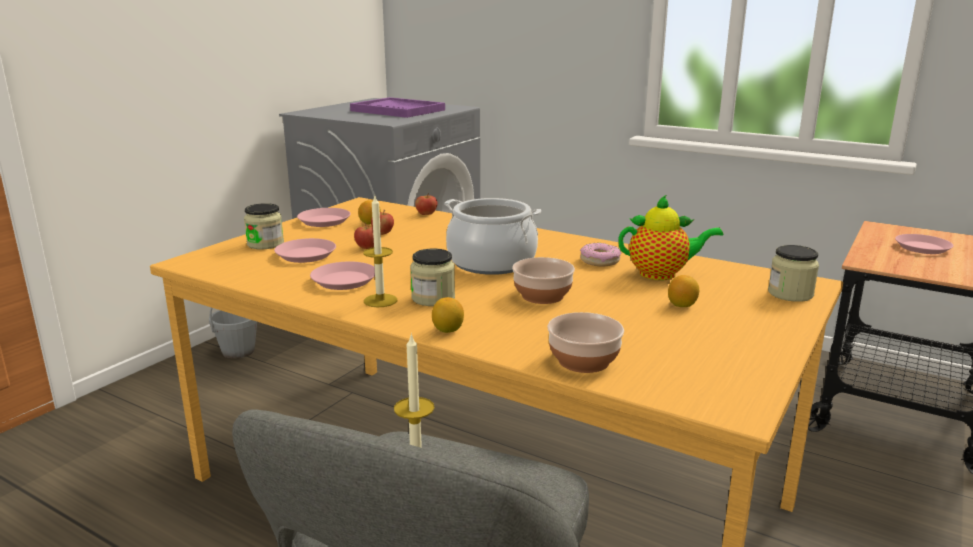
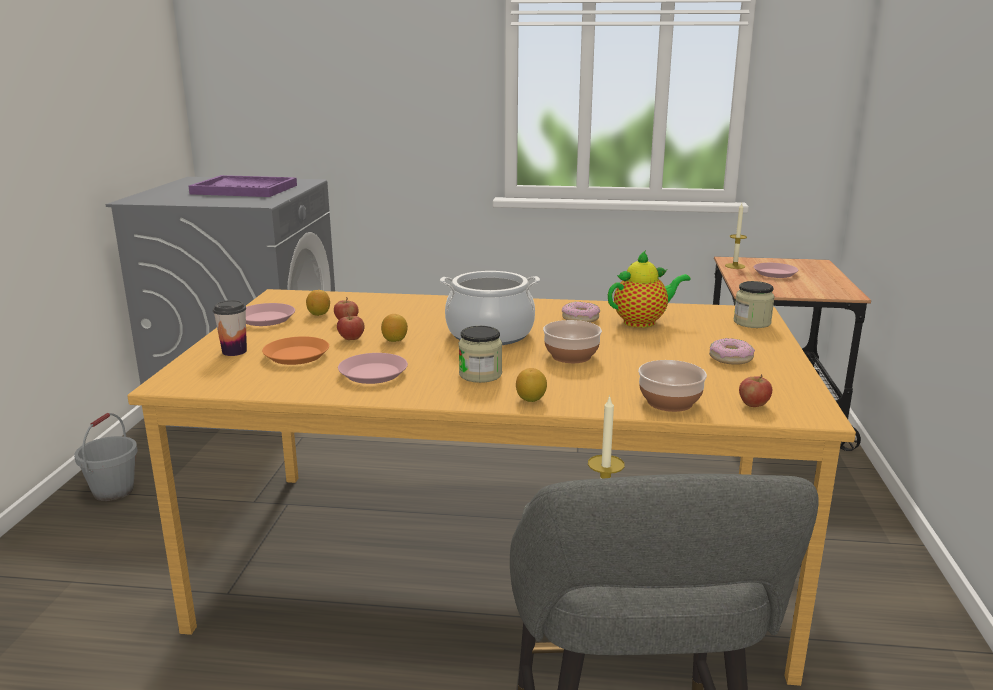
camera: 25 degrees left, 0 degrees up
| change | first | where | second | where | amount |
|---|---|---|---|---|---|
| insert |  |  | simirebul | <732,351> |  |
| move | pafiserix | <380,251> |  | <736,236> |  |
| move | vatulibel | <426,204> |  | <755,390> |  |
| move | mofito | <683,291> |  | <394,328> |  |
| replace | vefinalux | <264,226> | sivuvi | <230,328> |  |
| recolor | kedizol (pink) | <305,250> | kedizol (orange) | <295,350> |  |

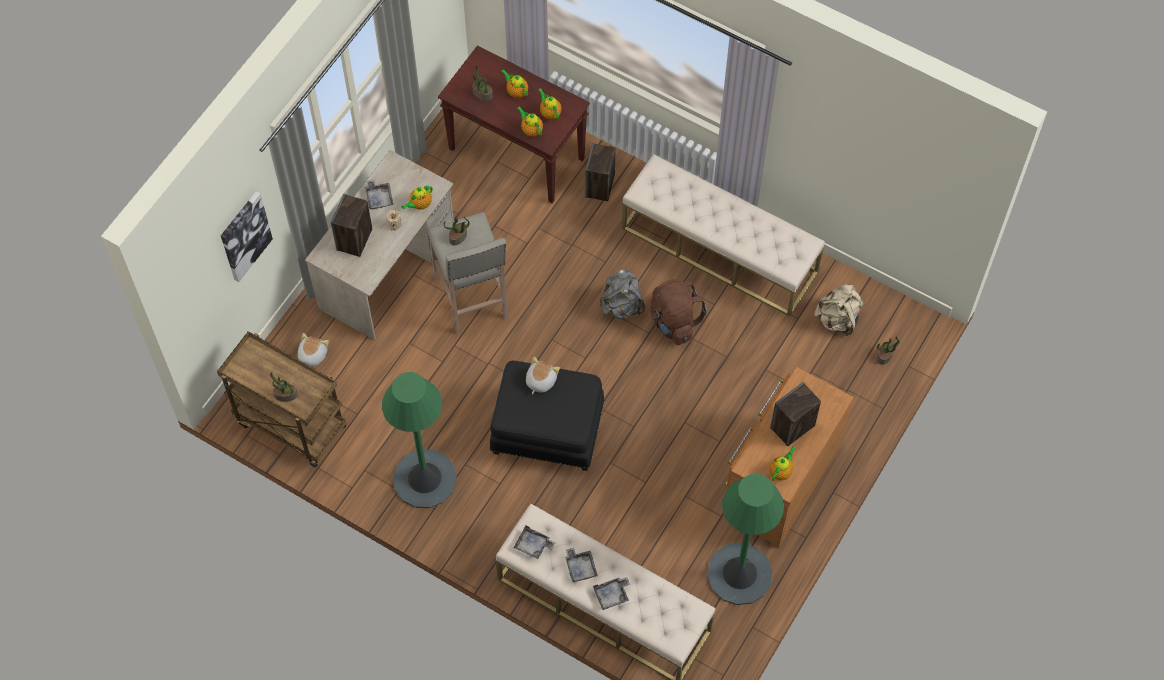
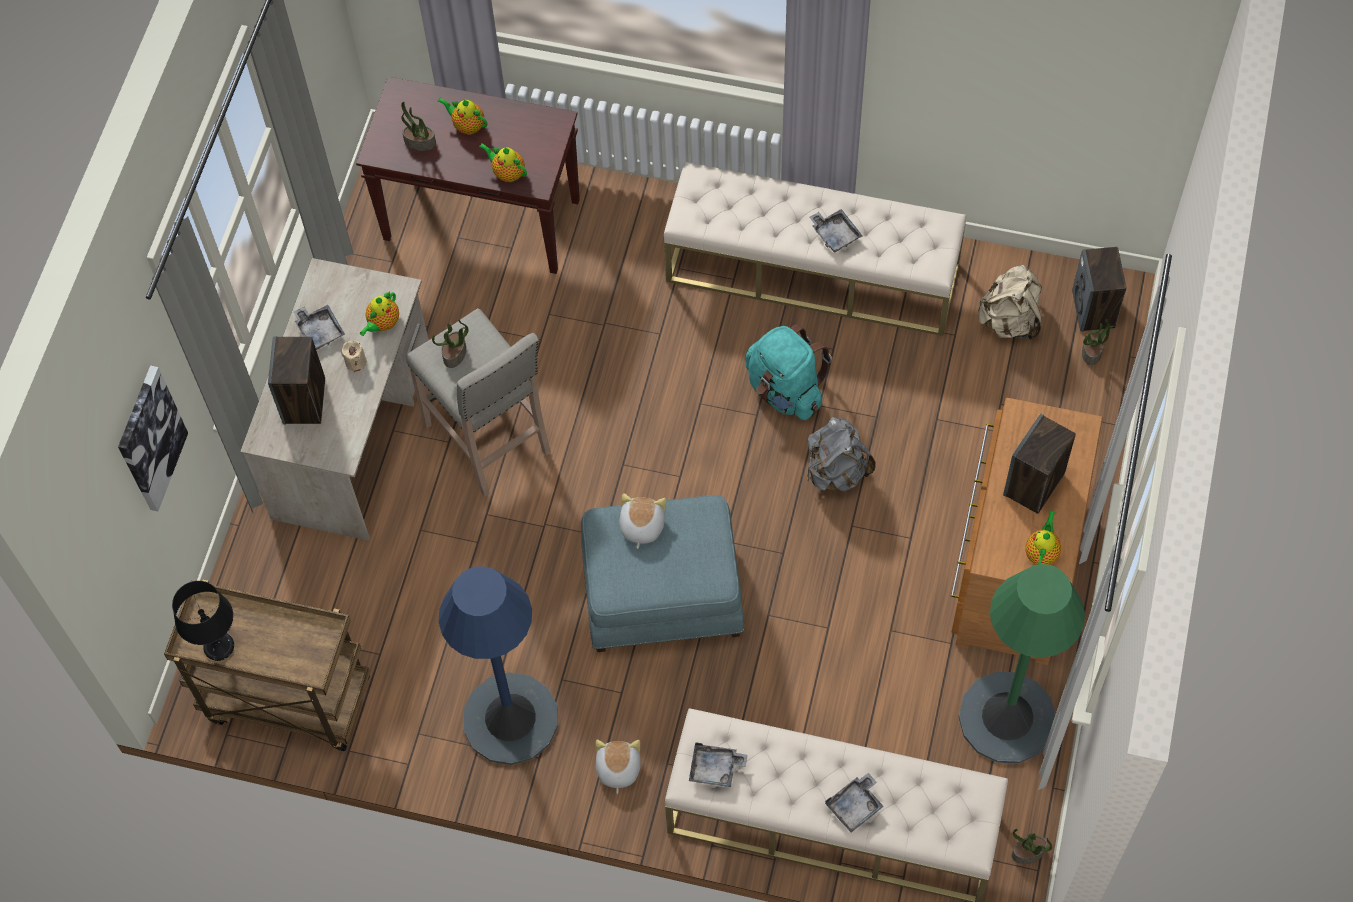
camera: 15 degrees left, 0 degrees up
| change | first | where | second | where | amount |
|---|---|---|---|---|---|
| delete | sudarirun | <550,104> |  |  |  |
| insert |  |  | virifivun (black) | <203,621> |  |
| move | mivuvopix | <284,387> |  | <1032,846> |  |
| move | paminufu | <313,349> |  | <618,767> |  |
| move | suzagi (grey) | <581,565> |  | <835,230> |  |
| move | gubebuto | <600,172> |  | <1099,289> |  |
| move | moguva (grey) | <622,294> |  | <841,454> |  |
| recolor | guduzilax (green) | <419,440> | guduzilax (blue) | <498,665> |  |
| recolor | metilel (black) | <547,416> | metilel (blue) | <663,573> |  |
| recolor | moguva (brown) | <678,312> | moguva (turquoise) | <788,372> |  |

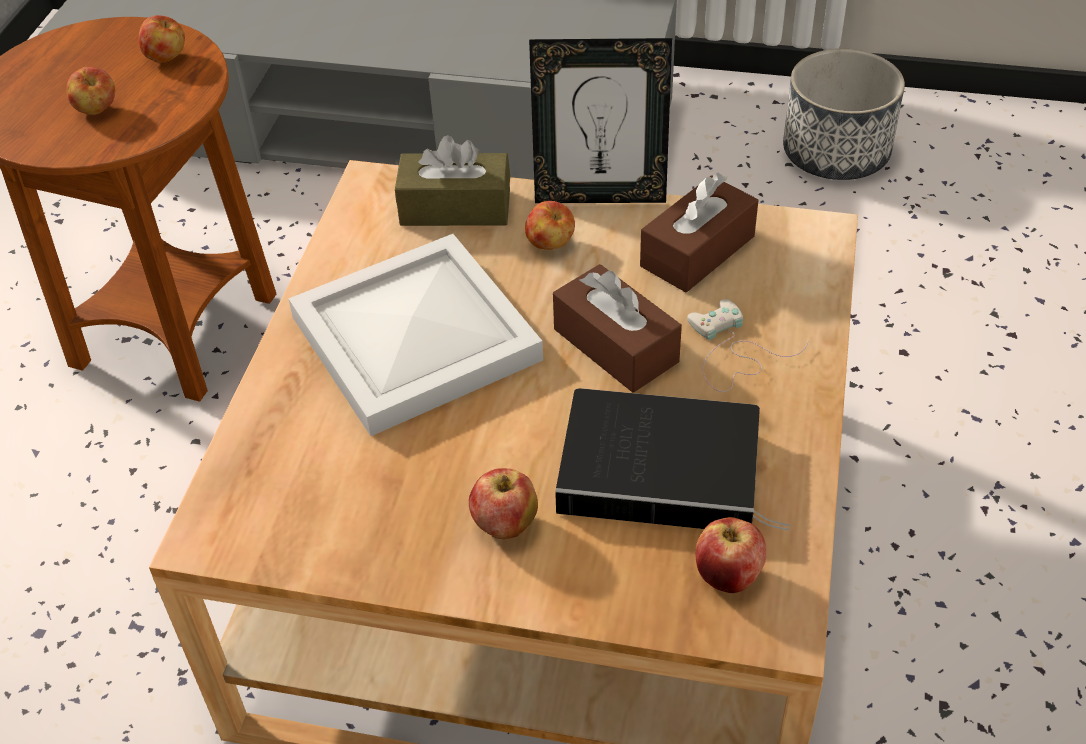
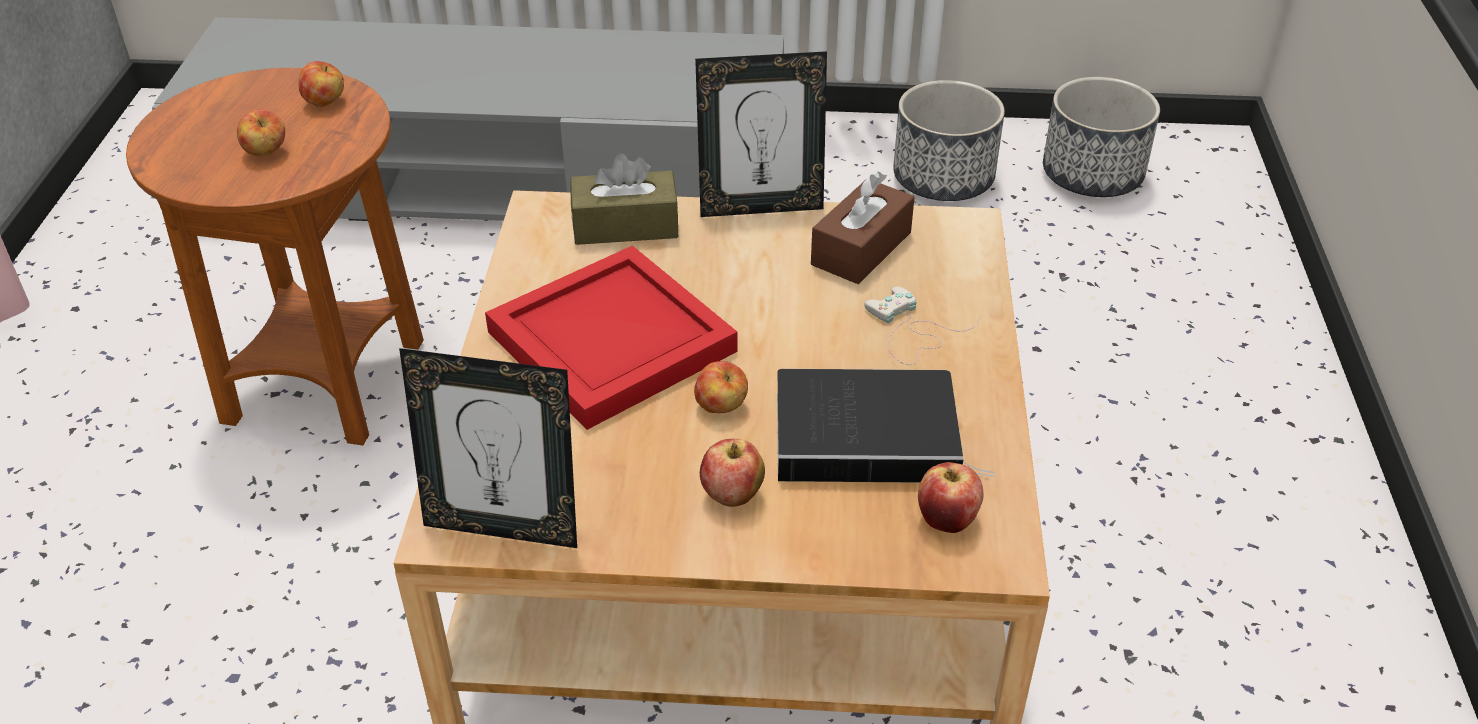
camera: 10 degrees left, 5 degrees down
| change | first | where | second | where | amount |
|---|---|---|---|---|---|
| delete | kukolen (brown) | <617,328> |  |  |  |
| insert |  |  | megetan | <488,448> |  |
| insert |  |  | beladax | <1101,137> |  |
| move | vatulibel | <550,225> |  | <721,387> |  |
| recolor | suzagi (white) | <415,335> | suzagi (red) | <611,338> |  |

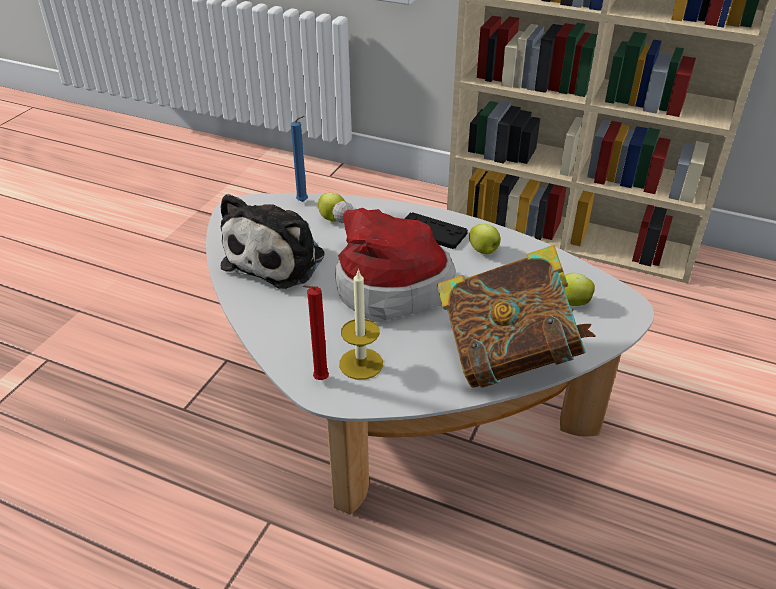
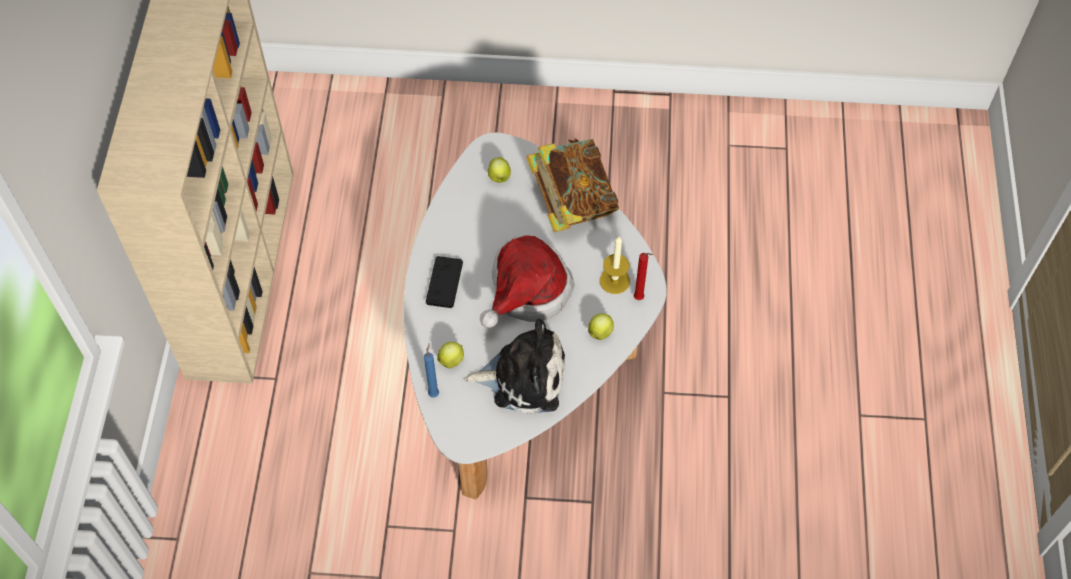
camera: 110 degrees left, 20 degrees up
| change | first | where | second | where | amount |
|---|---|---|---|---|---|
| move | vatulibel | <485,239> |  | <601,327> |  |

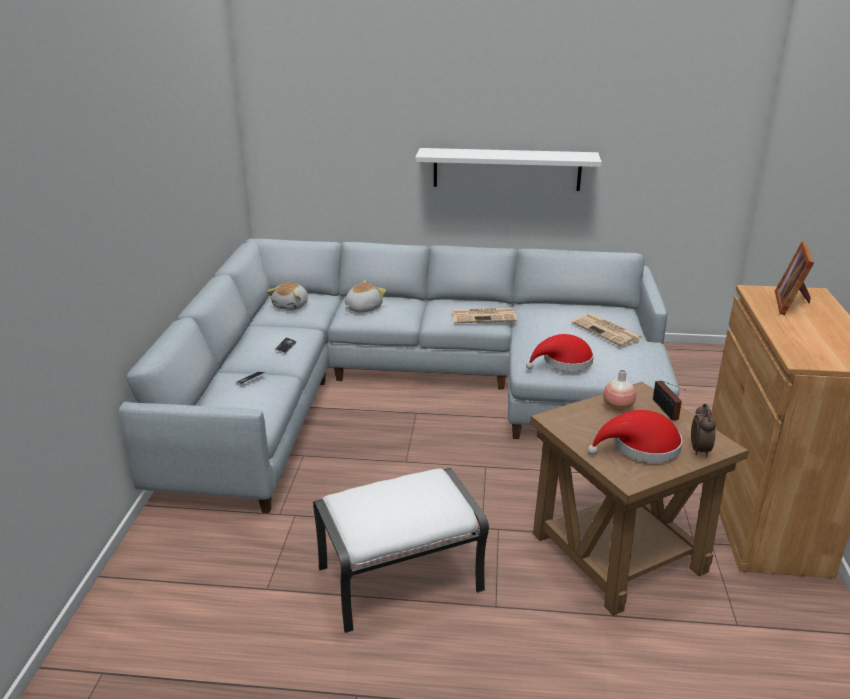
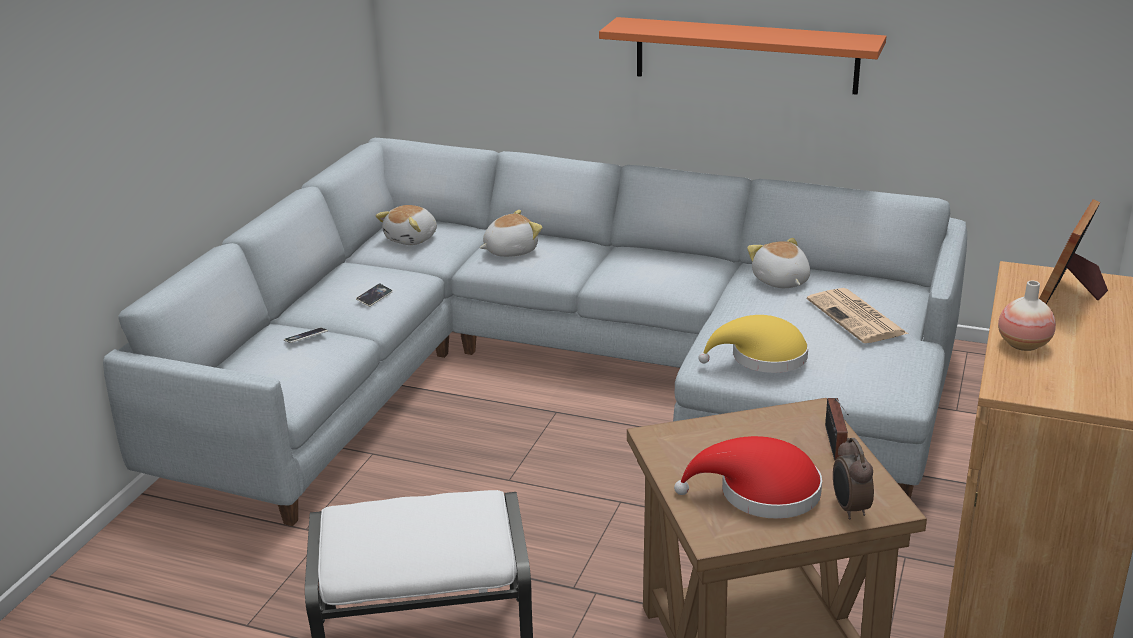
camera: 15 degrees right, 0 degrees up
| change | first | where | second | where | amount |
|---|---|---|---|---|---|
| delete | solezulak | <484,315> |  |  |  |
| insert |  |  | paminufu | <778,263> |  |
| move | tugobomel | <619,390> |  | <1027,315> |  |
| recolor | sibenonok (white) | <508,169> | sibenonok (orange) | <742,56> |  |
| recolor | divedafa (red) | <560,352> | divedafa (yellow) | <753,344> |  |
| rotate | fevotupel | <703,430> |  | <853,479> | 150 degrees clockwise |

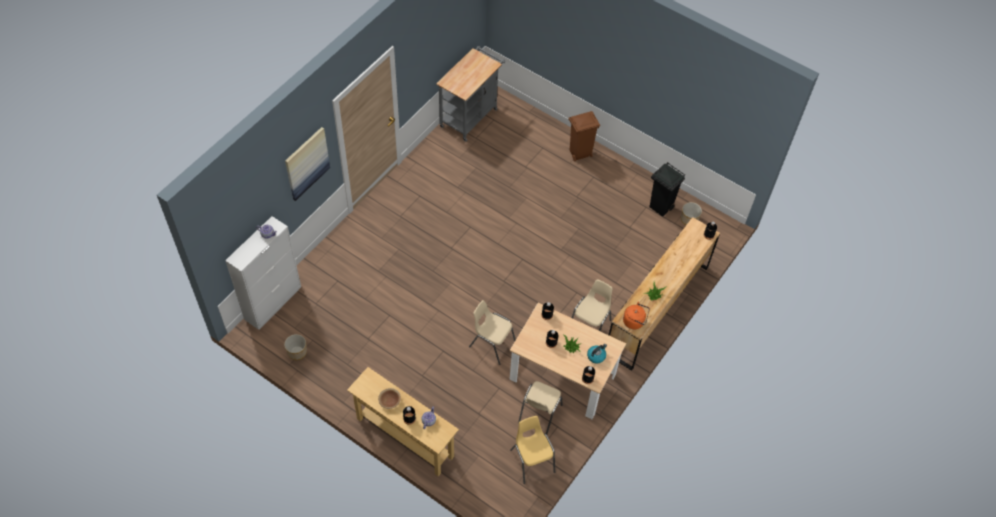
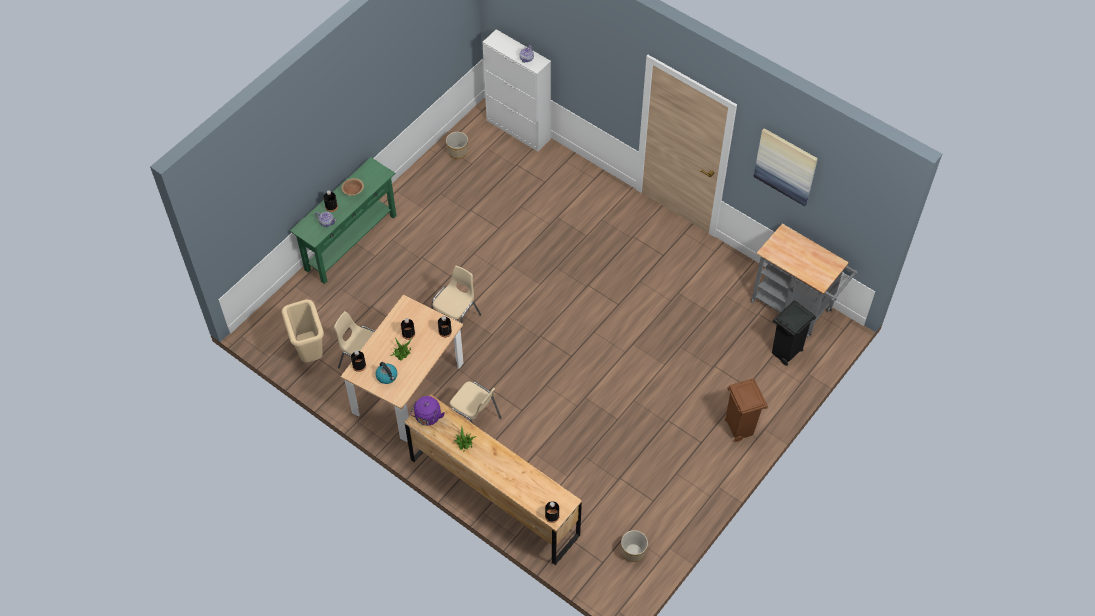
camera: 95 degrees right, 0 degrees up
| change | first | where | second | where | amount |
|---|---|---|---|---|---|
| move | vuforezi | <307,164> |  | <785,167> |  |
| move | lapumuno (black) | <667,189> |  | <794,333> |  |
| replace | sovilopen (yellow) | <532,450> | lapumuno (beige) | <303,331> |  |
| recolor | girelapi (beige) | <403,421> | girelapi (green) | <343,220> |  |
| recolor | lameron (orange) | <636,315> | lameron (purple) | <427,411> |  |

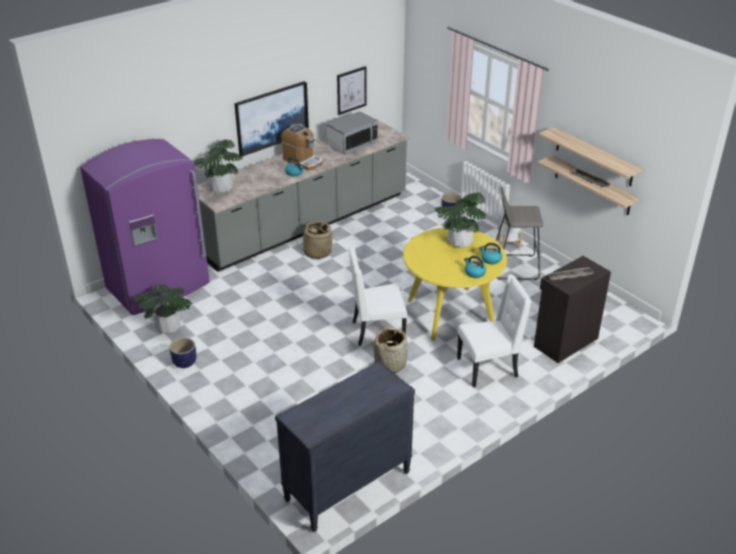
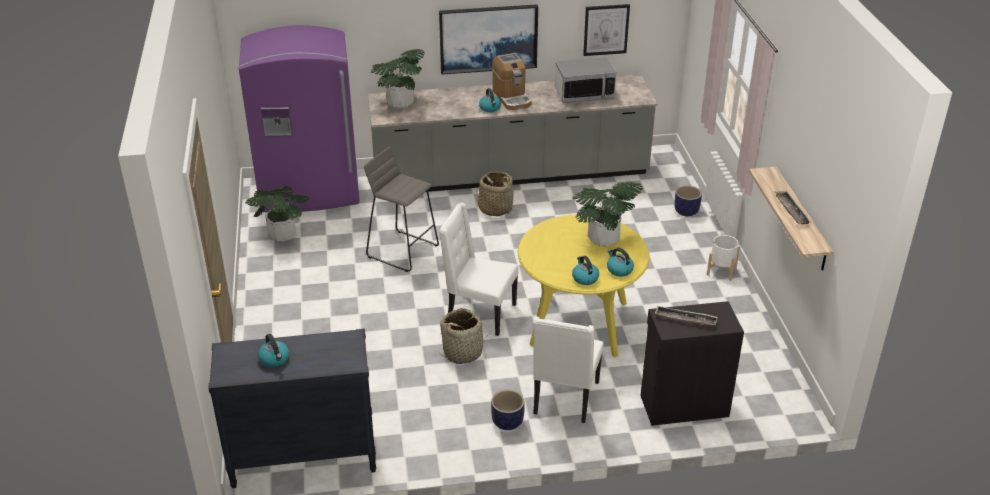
camera: 30 degrees right, 0 degrees up
| change | first | where | second | where | amount |
|---|---|---|---|---|---|
| delete | sibenonok | <590,157> |  |  |  |
| insert |  |  | lameron | <273,350> |  |
| move | beladax | <183,353> |  | <508,410> |  |
| move | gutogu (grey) | <519,233> |  | <401,209> |  |
| rotate | sovilopen (white) | <494,331> |  | <568,369> | 90 degrees clockwise |

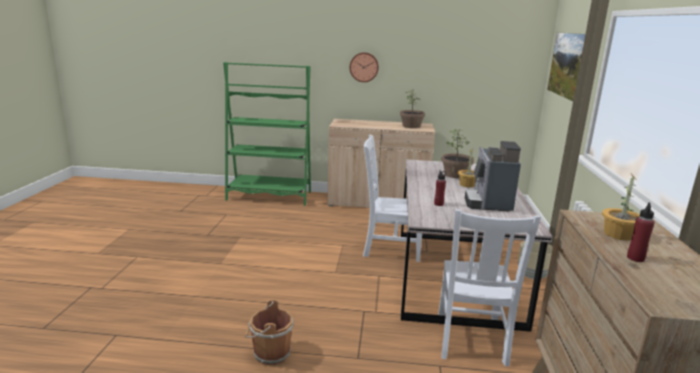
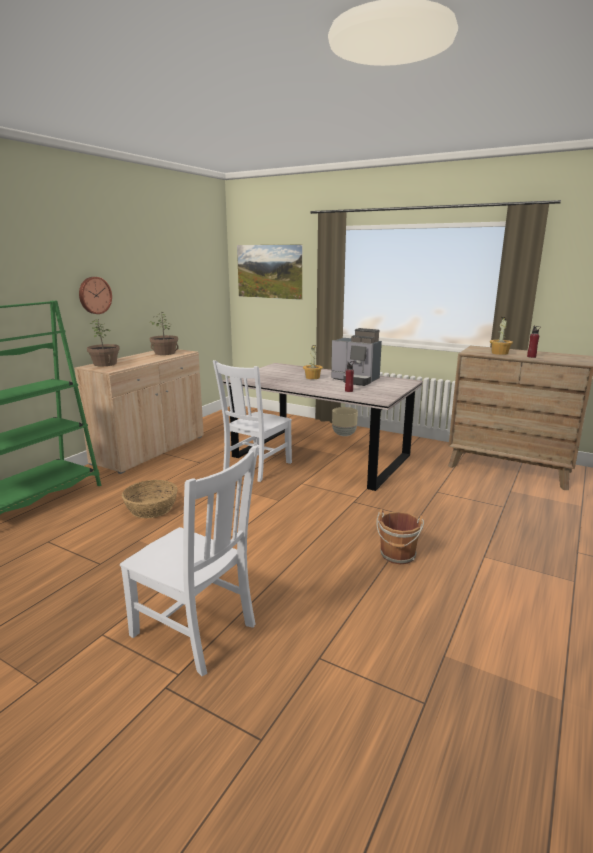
camera: 65 degrees left, 0 degrees up
| change | first | where | second | where | amount |
|---|---|---|---|---|---|
| insert |  |  | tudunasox | <150,499> |  |
| move | sovilopen (white) | <489,287> |  | <189,560> |  |
| move | mivuvopix | <457,153> |  | <103,342> |  |

